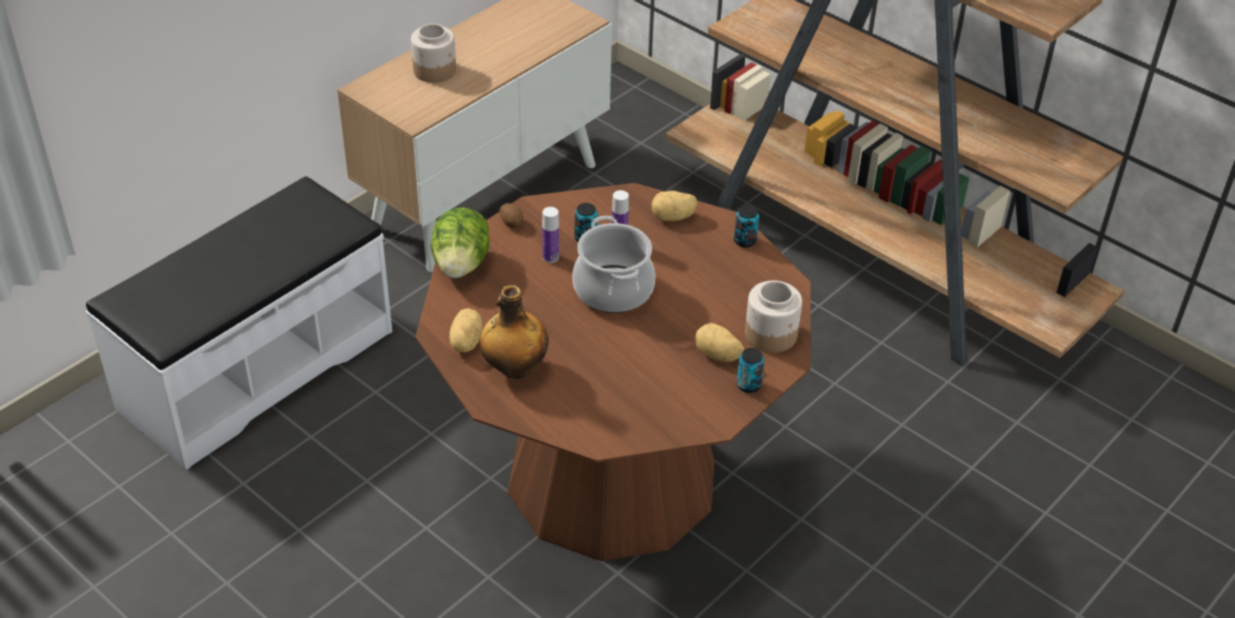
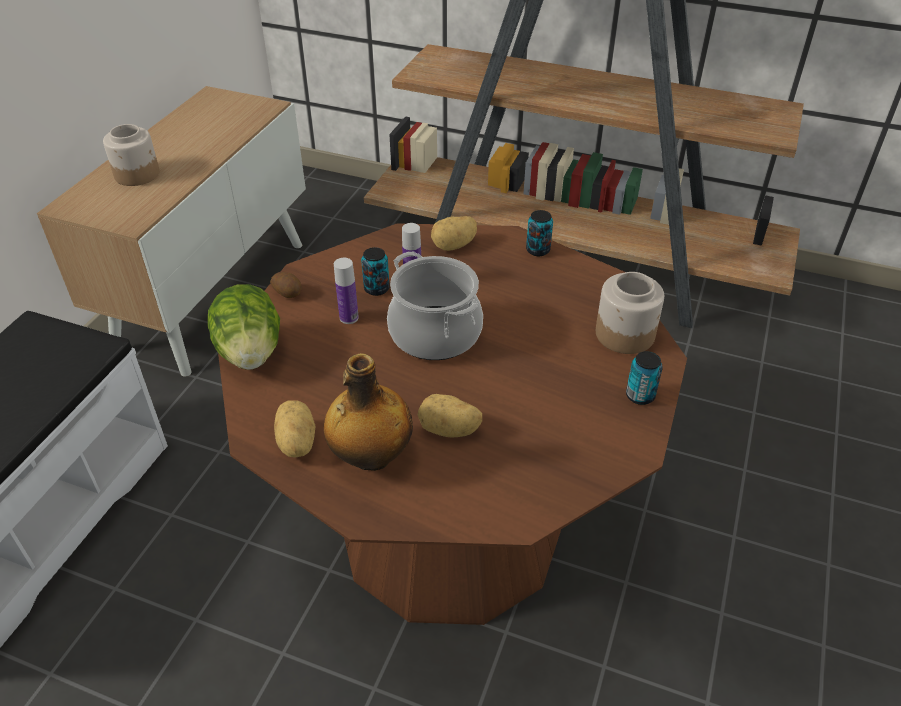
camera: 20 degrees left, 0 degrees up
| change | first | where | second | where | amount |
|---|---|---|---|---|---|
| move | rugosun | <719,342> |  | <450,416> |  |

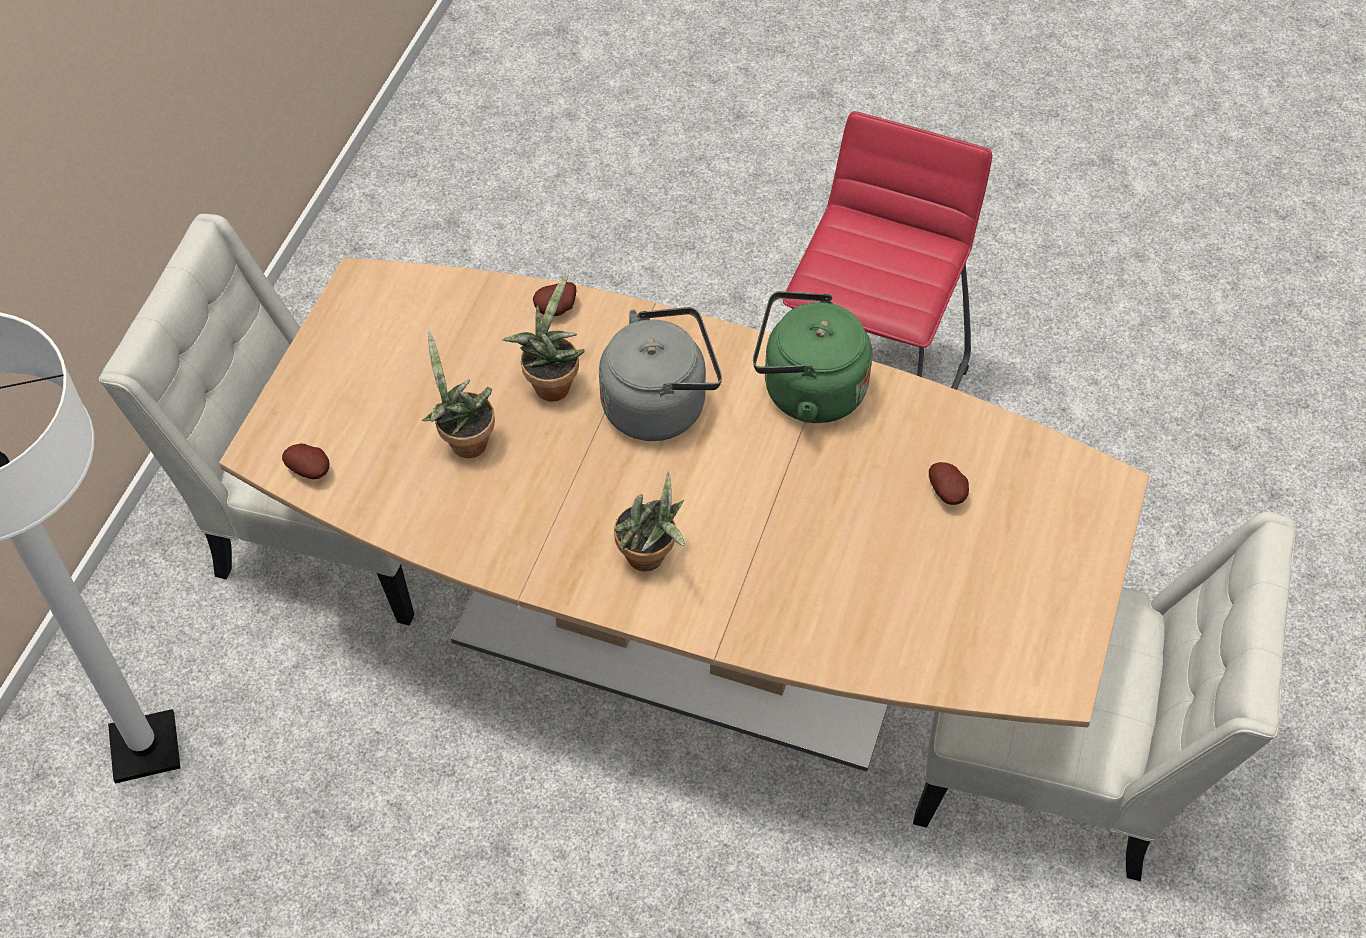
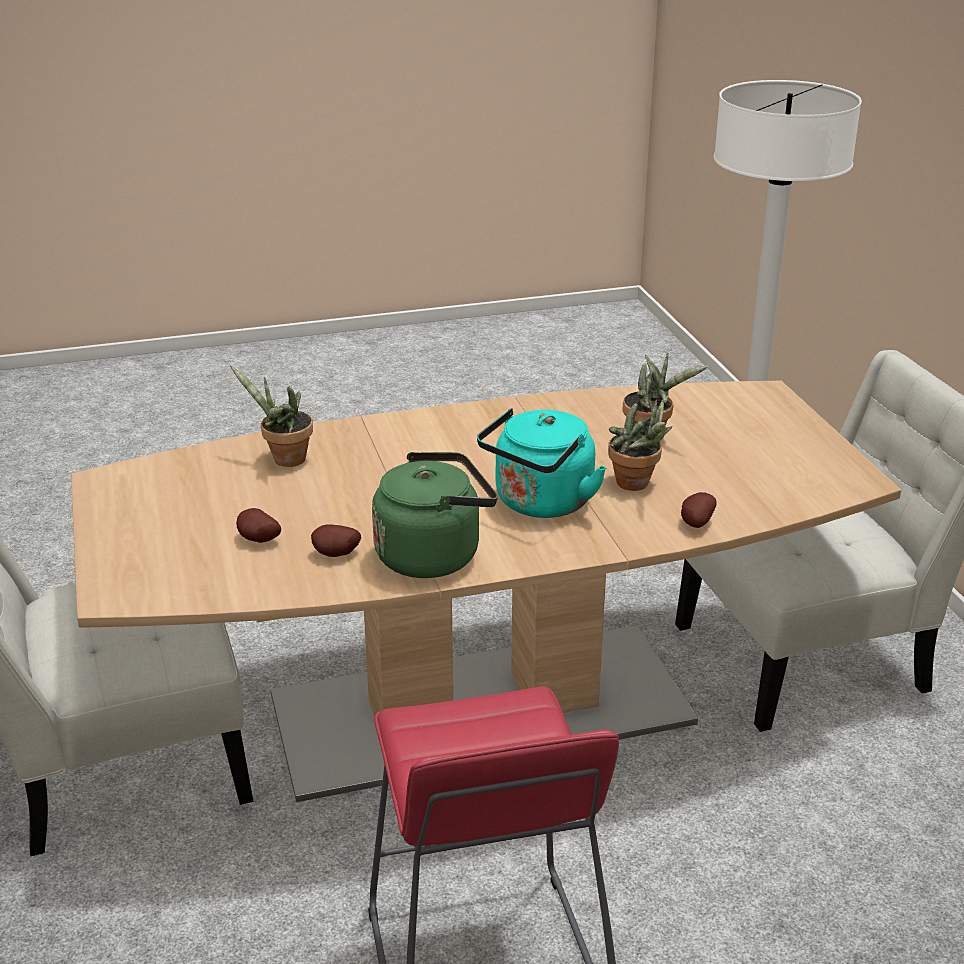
camera: 145 degrees right, 25 degrees down
| change | first | where | second | where | amount |
|---|---|---|---|---|---|
| move | rugosun | <305,461> |  | <336,540> |  |
| move | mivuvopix | <649,521> |  | <271,416> |  |
| recolor | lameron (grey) | <660,374> | lameron (turquoise) | <541,463> |  |

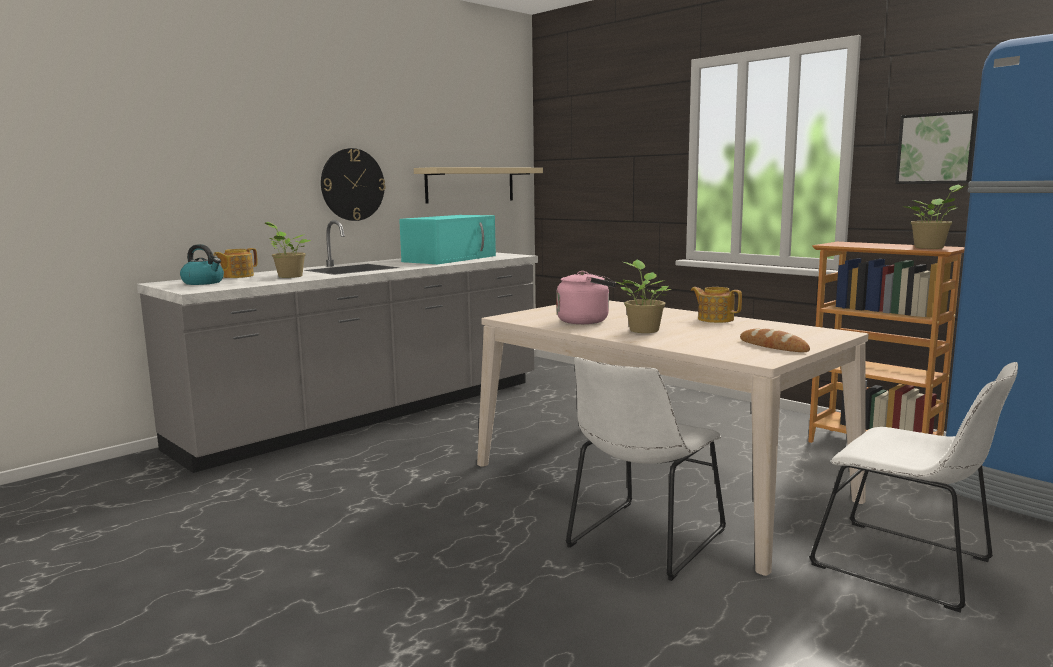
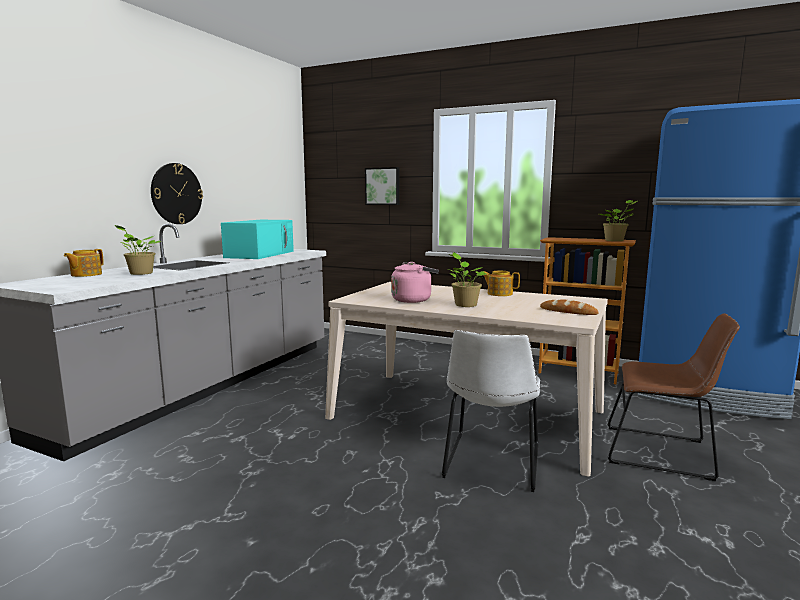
camera: 20 degrees left, 0 degrees up
| change | first | where | second | where | amount |
|---|---|---|---|---|---|
| delete | lameron | <202,264> |  |  |  |
| delete | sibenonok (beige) | <478,185> |  |  |  |
| move | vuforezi | <936,147> |  | <382,186> |  |
| recolor | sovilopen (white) | <913,487> | sovilopen (brown) | <673,397> |  |

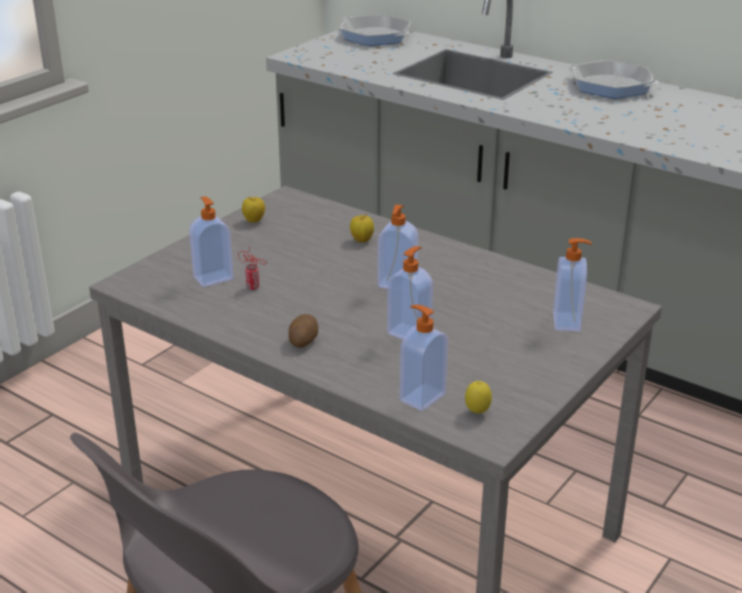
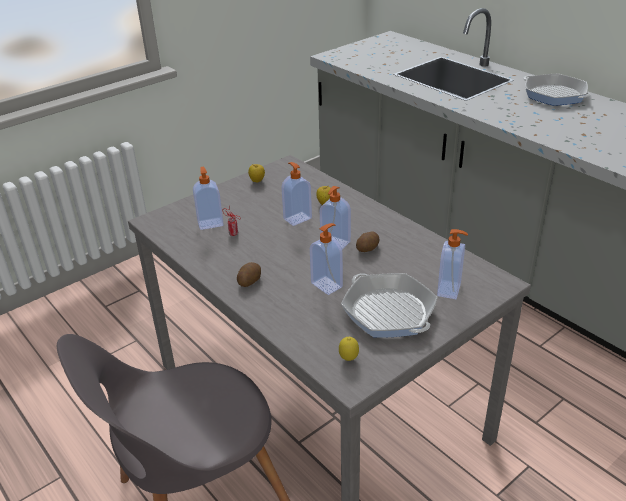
camera: 15 degrees right, 5 degrees up
| change | first | where | second | where | amount |
|---|---|---|---|---|---|
| insert |  |  | rugosun | <367,241> |  |
| move | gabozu | <375,30> |  | <389,305> |  |
| move | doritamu | <424,358> |  | <296,194> |  |

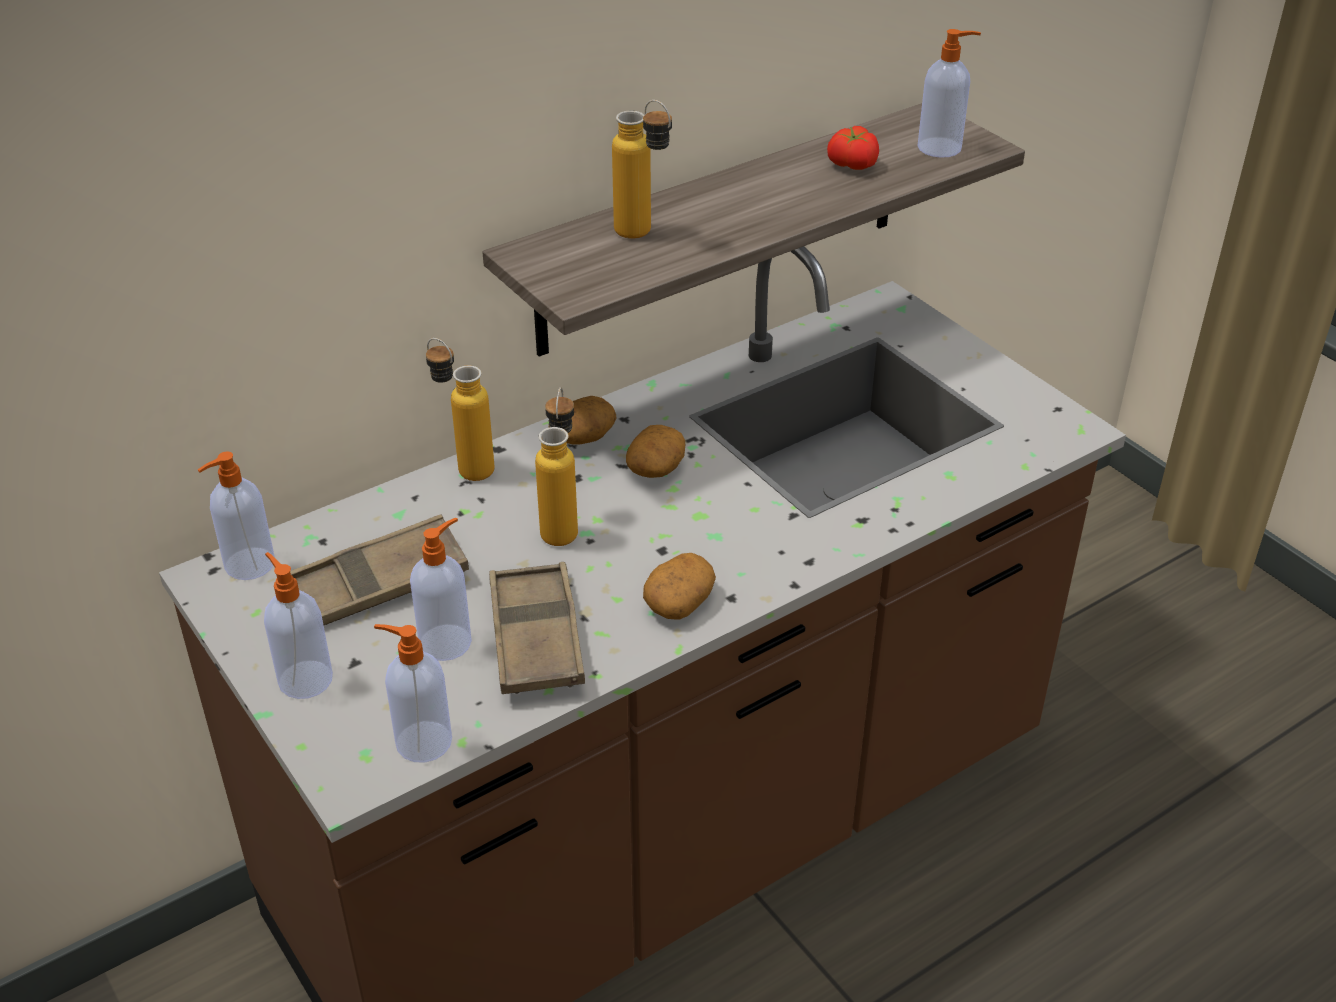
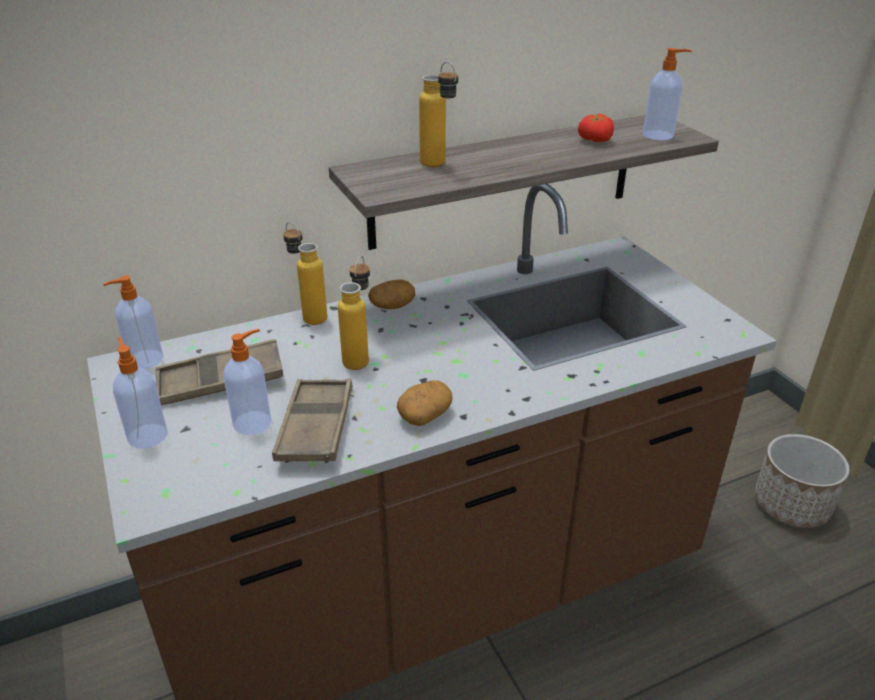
camera: 10 degrees right, 5 degrees down
| change | first | where | second | where | amount |
|---|---|---|---|---|---|
| delete | doritamu | <413,693> |  |  |  |
| delete | rugosun | <655,451> |  |  |  |
| insert |  |  | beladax | <802,481> |  |

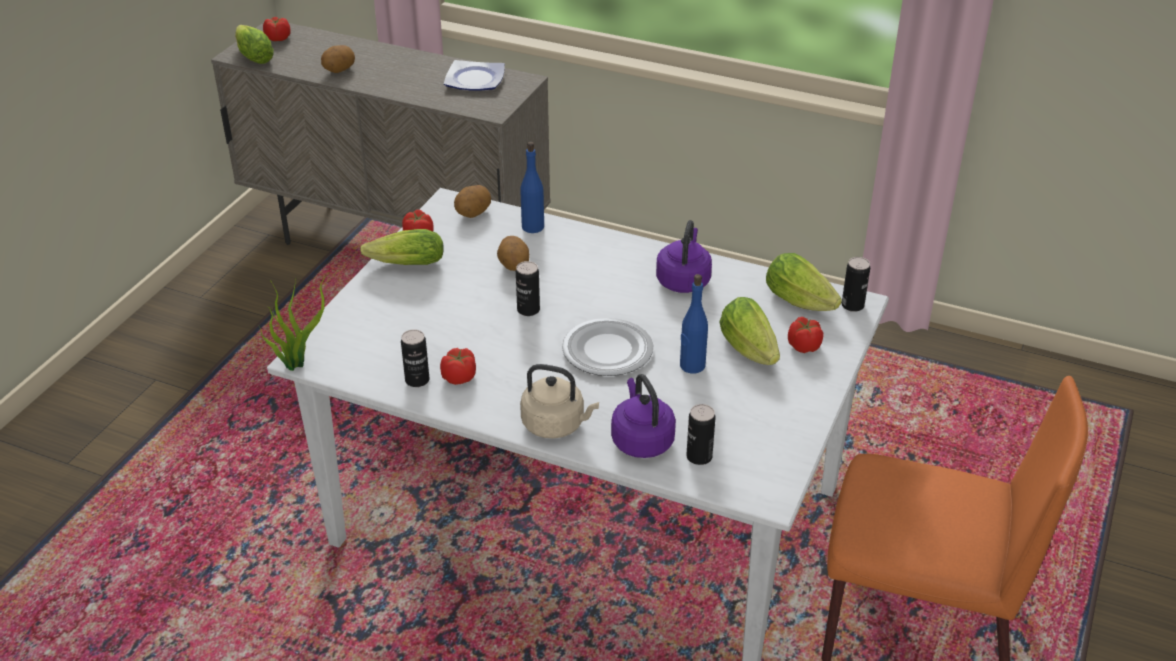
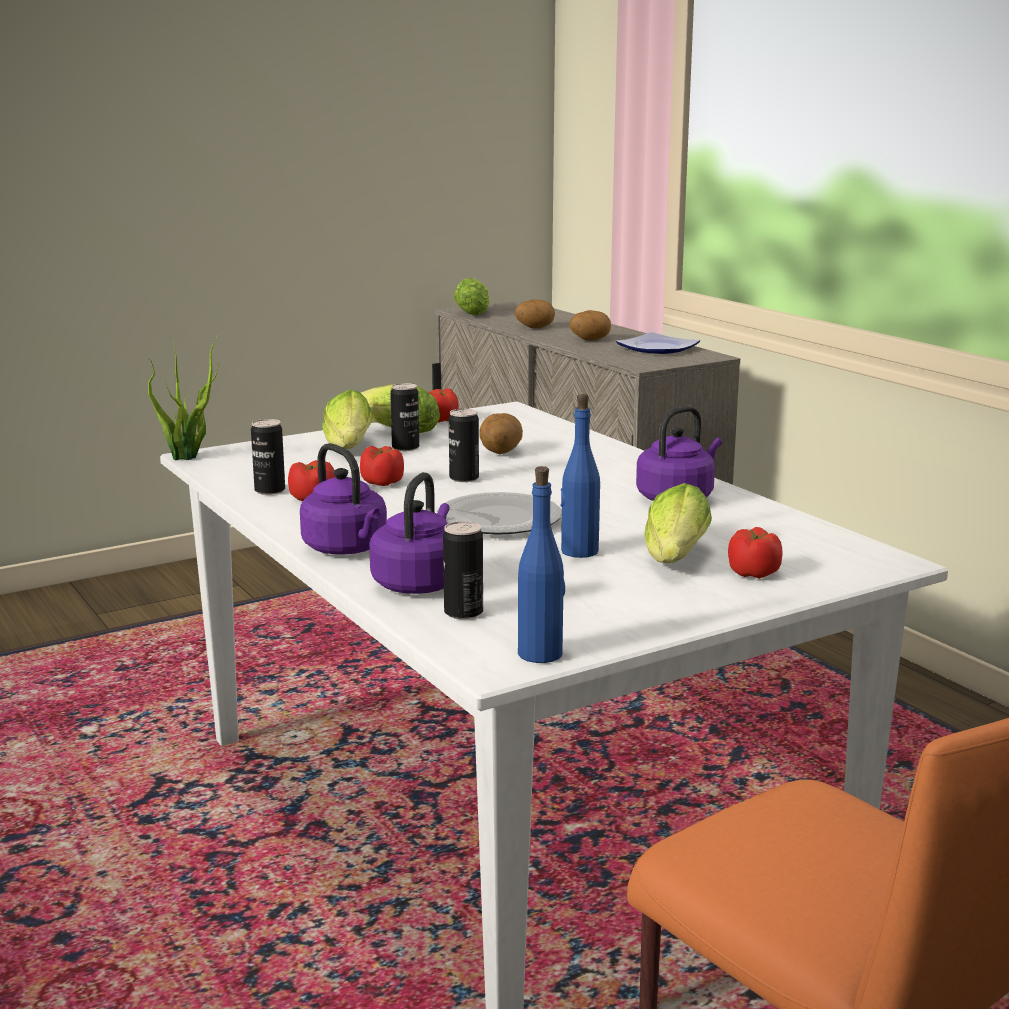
camera: 35 degrees right, 20 degrees down
| change | first | where | second | where | amount |
|---|---|---|---|---|---|
| move | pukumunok | <277,29> |  | <382,466> |  |
| move | rugosun | <472,201> |  | <590,325> |  |
| move | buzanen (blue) | <532,187> |  | <541,564> |  |
| move | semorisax | <804,282> |  | <347,419> |  |
| move | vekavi | <856,284> |  | <404,417> |  |
| recolor | lameron (beige) | <559,401> | lameron (purple) | <343,499> |  |

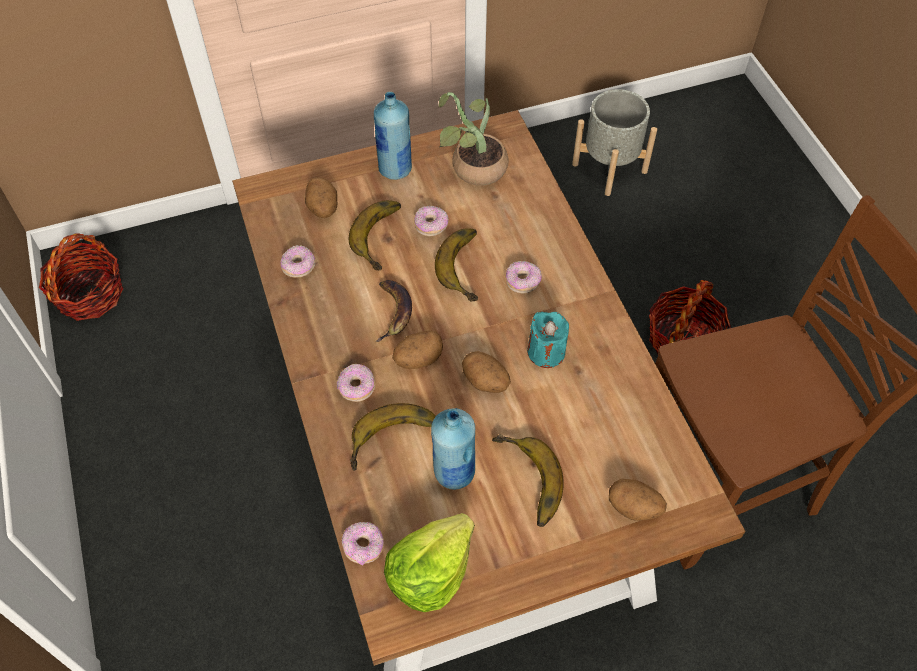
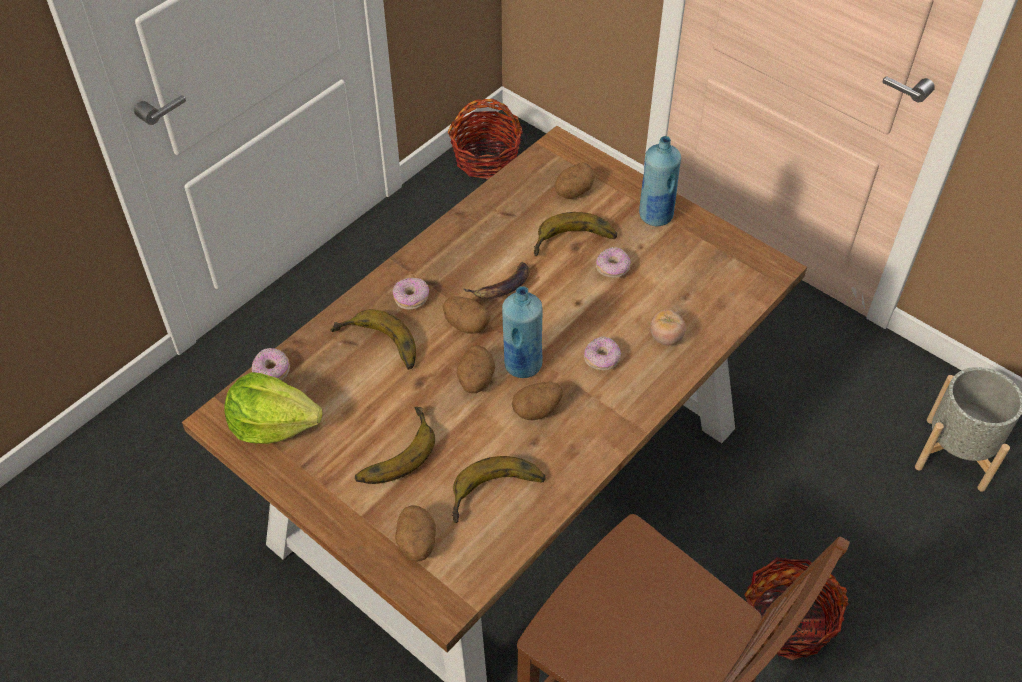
camera: 60 degrees right, 5 degrees down
| change | first | where | second | where | amount |
|---|---|---|---|---|---|
| delete | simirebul | <298,261> |  |  |  |
| delete | mivuvopix | <473,139> |  |  |  |
| insert |  |  | pukumunok | <668,328> |  |
| move | buzanen (blue) | <453,449> |  | <522,332> |  |
| move | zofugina | <456,264> |  | <499,489> |  |
| replace | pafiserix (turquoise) | <548,340> | rugosun | <537,401> |  |

